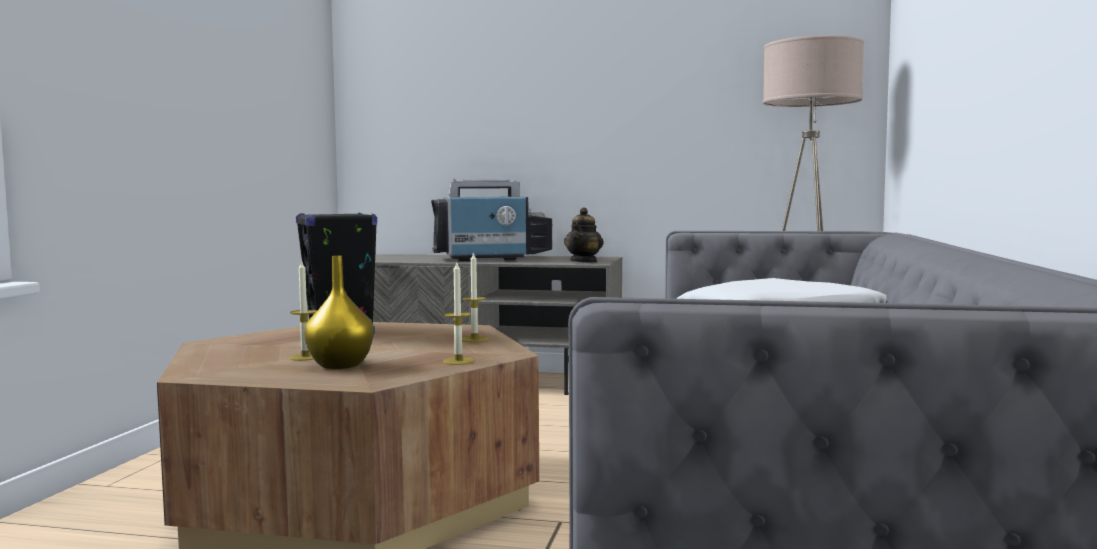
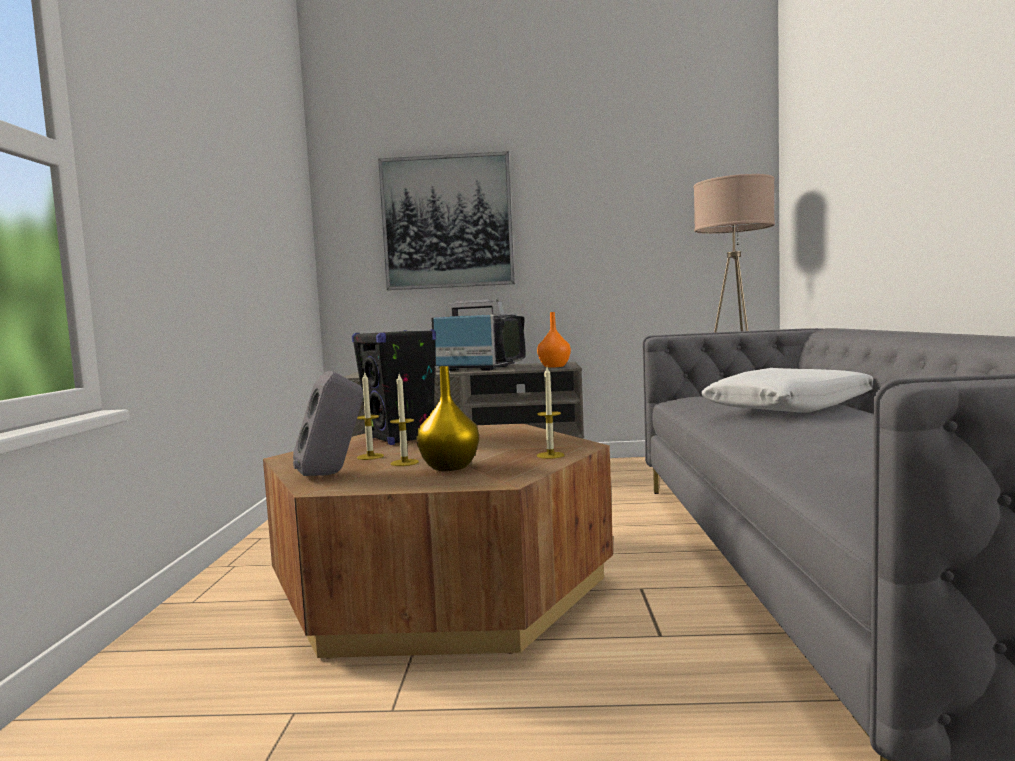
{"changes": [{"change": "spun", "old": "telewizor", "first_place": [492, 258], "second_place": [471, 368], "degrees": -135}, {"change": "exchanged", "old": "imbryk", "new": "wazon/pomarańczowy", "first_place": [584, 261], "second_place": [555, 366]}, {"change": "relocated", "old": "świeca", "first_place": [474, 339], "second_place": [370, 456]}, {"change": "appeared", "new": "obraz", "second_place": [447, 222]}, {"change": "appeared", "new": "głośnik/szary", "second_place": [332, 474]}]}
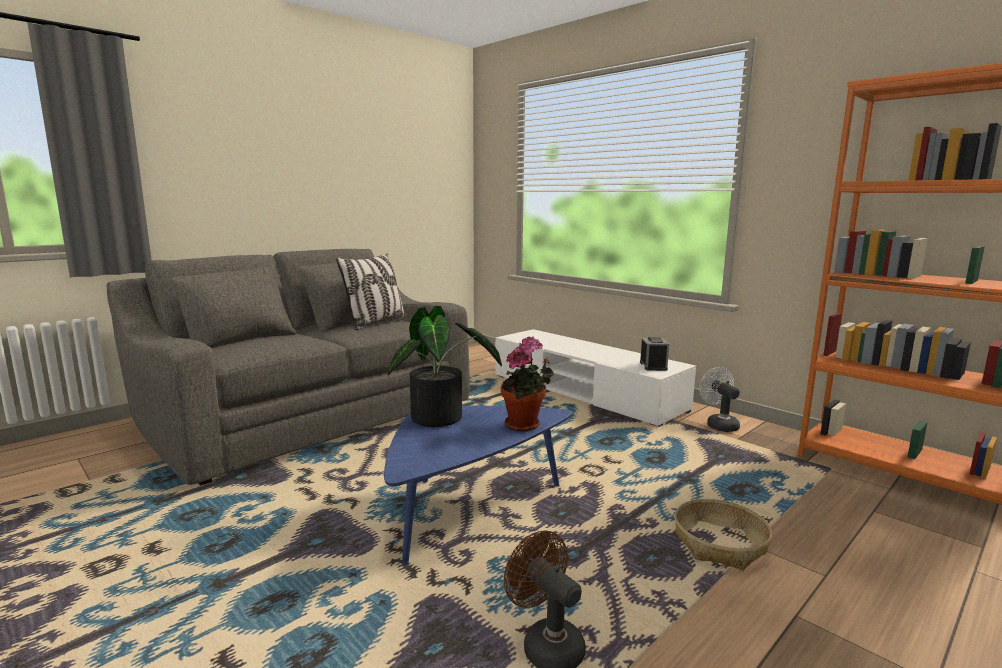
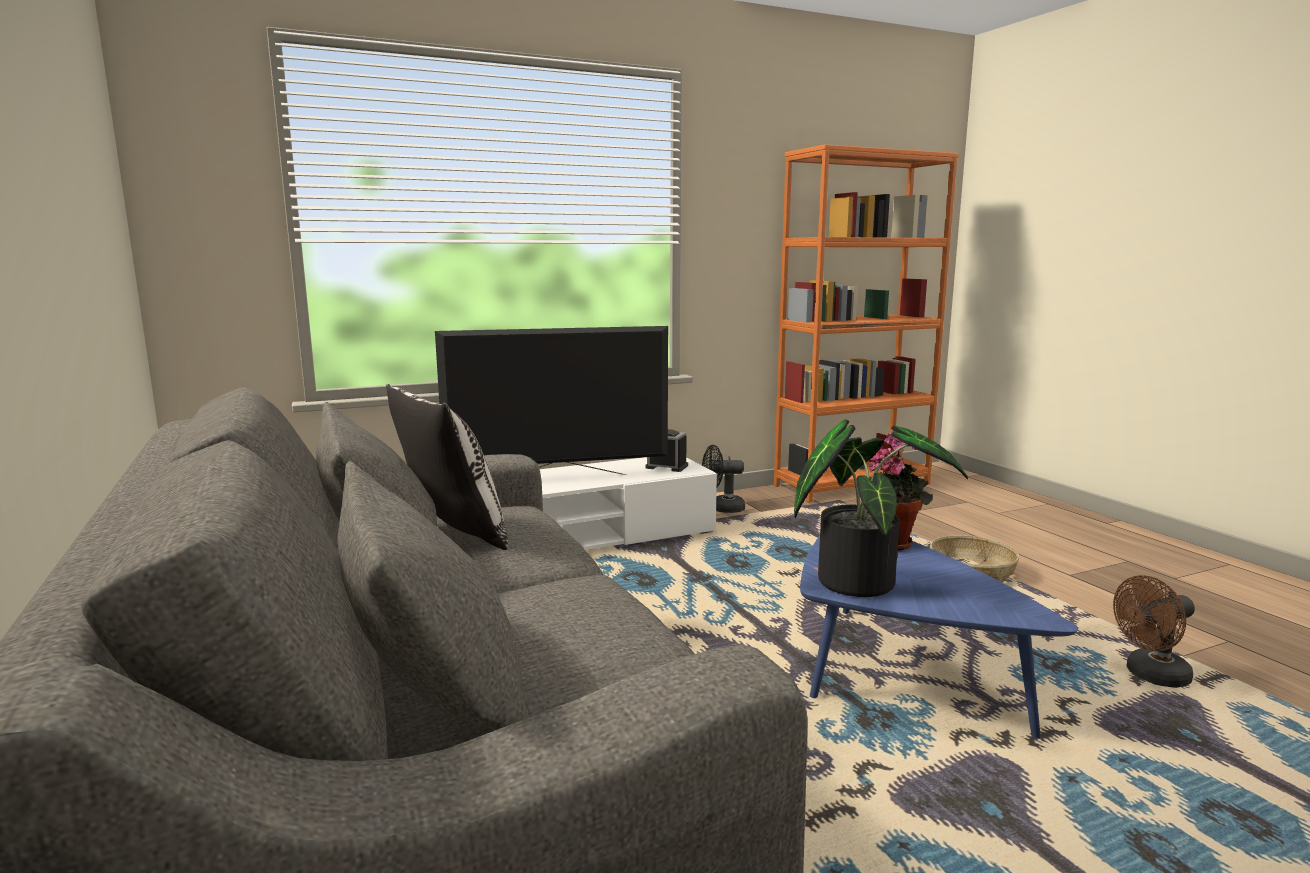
{"changes": [{"change": "colour", "old": "wentylator/biały", "new": "wentylator/czarny", "first_place": [719, 424], "second_place": [722, 508]}, {"change": "appeared", "new": "telewizor", "second_place": [559, 478]}]}
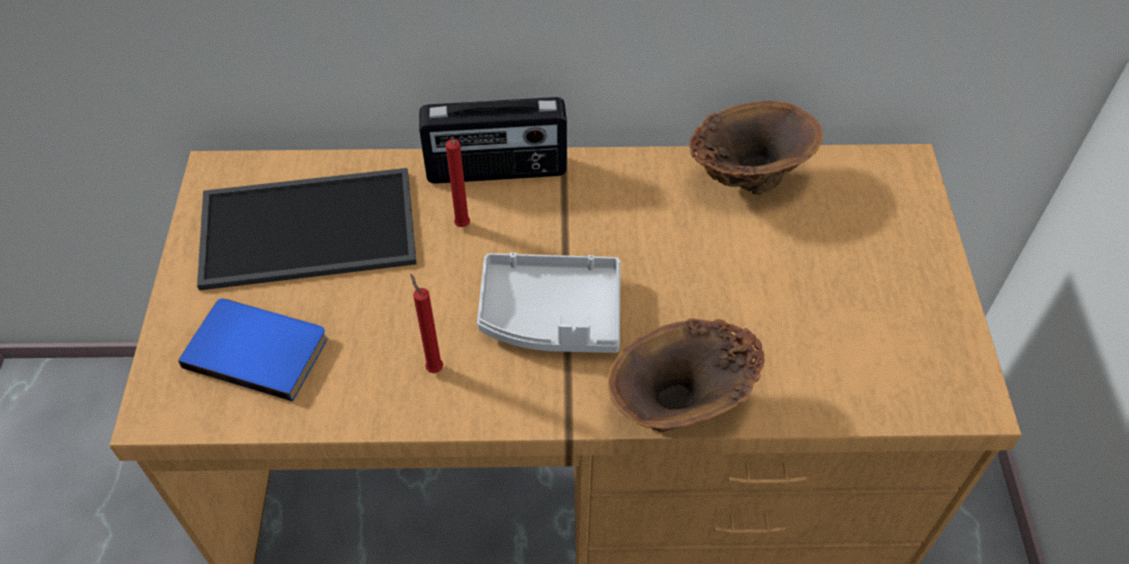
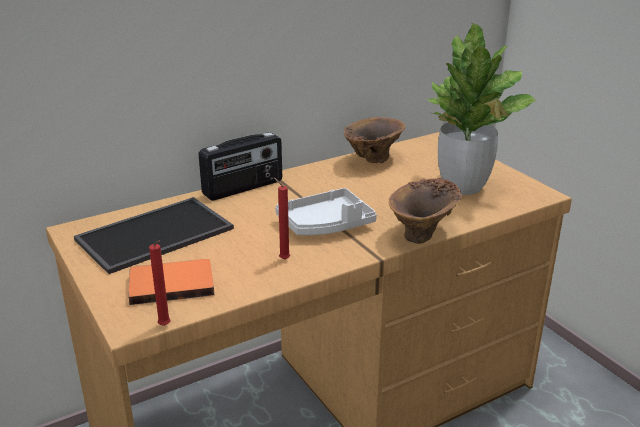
{"changes": [{"change": "relocated", "old": "świeca/czerwony", "first_place": [462, 227], "second_place": [165, 326]}, {"change": "colour", "old": "książka/niebieski", "new": "książka/pomarańczowy", "first_place": [258, 348], "second_place": [171, 283]}, {"change": "appeared", "new": "roślina doniczkowa", "second_place": [463, 187]}]}
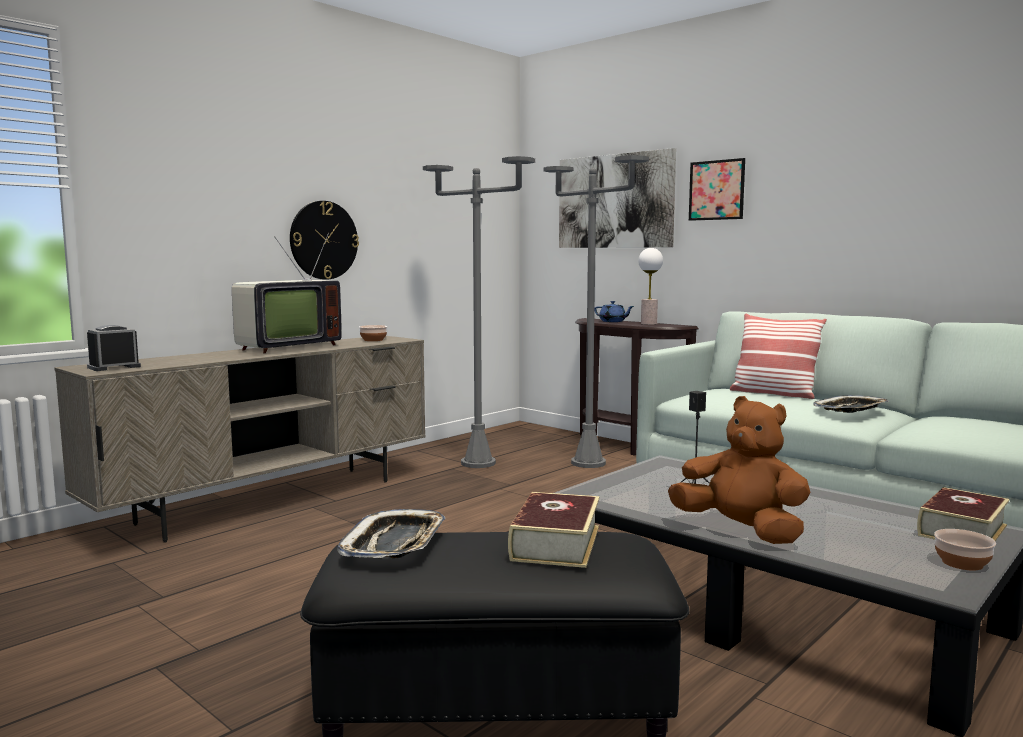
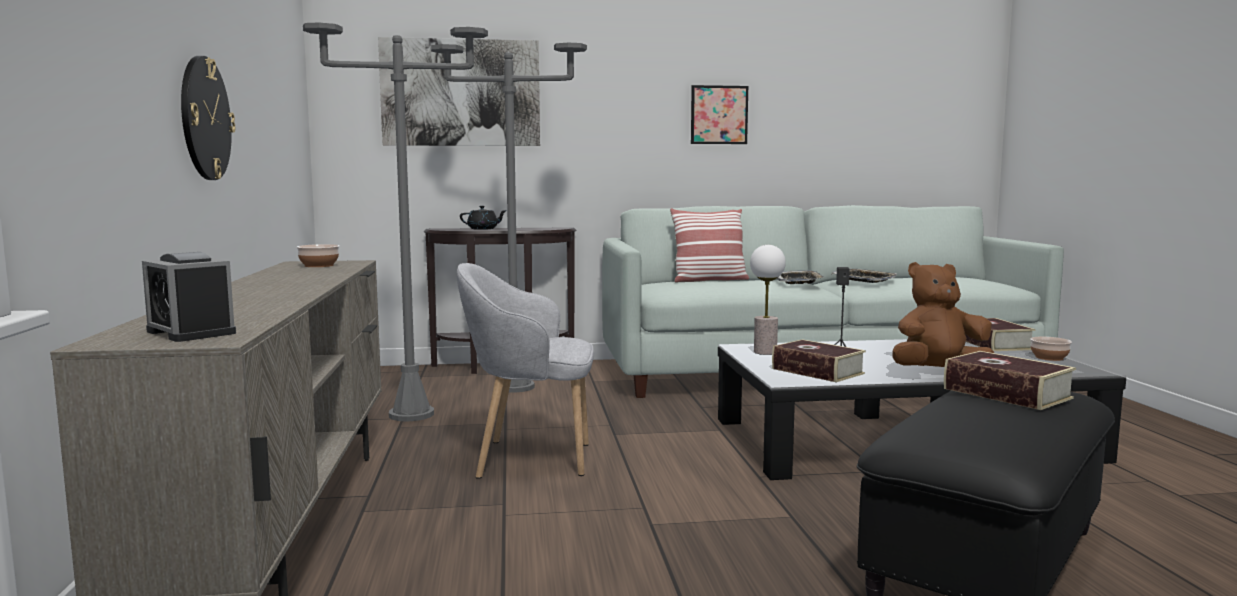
{"changes": [{"change": "relocated", "old": "obraz", "first_place": [716, 190], "second_place": [719, 115]}, {"change": "missing", "old": "telewizor", "first_place": [285, 347]}, {"change": "relocated", "old": "lampa stołowa", "first_place": [649, 324], "second_place": [765, 352]}, {"change": "colour", "old": "imbryk/niebieski", "new": "imbryk/czarny", "first_place": [613, 321], "second_place": [483, 229]}, {"change": "spun", "old": "budzik", "first_place": [114, 367], "second_place": [191, 332], "degrees": -45}, {"change": "relocated", "old": "taca", "first_place": [395, 543], "second_place": [864, 280]}, {"change": "appeared", "new": "fotel/szary", "second_place": [529, 459]}, {"change": "appeared", "new": "książka", "second_place": [817, 371]}]}
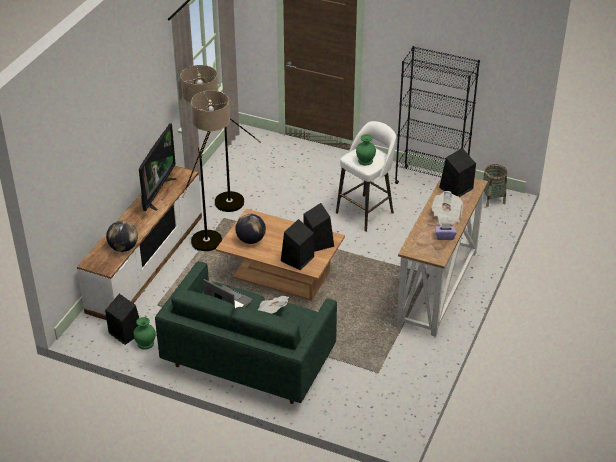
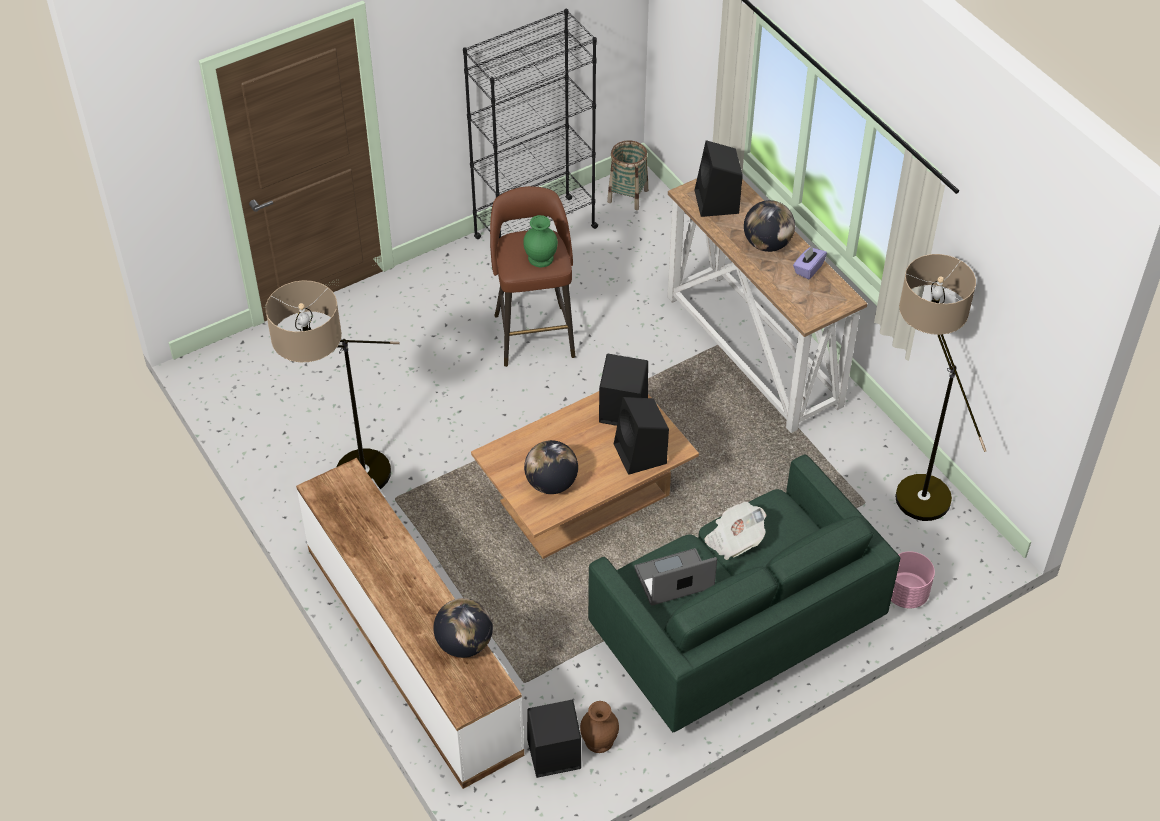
{"changes": [{"change": "relocated", "old": "lampa stojąca", "first_place": [213, 234], "second_place": [910, 483]}, {"change": "colour", "old": "stołek/biały", "new": "stołek/brązowy", "first_place": [366, 212], "second_place": [534, 333]}, {"change": "missing", "old": "telewizor", "first_place": [157, 192]}, {"change": "exchanged", "old": "gazeta", "new": "globus", "first_place": [446, 216], "second_place": [767, 244]}, {"change": "colour", "old": "wazon/zielony", "new": "wazon/brązowy", "first_place": [145, 343], "second_place": [598, 740]}, {"change": "appeared", "new": "donica/różowy", "second_place": [906, 594]}]}
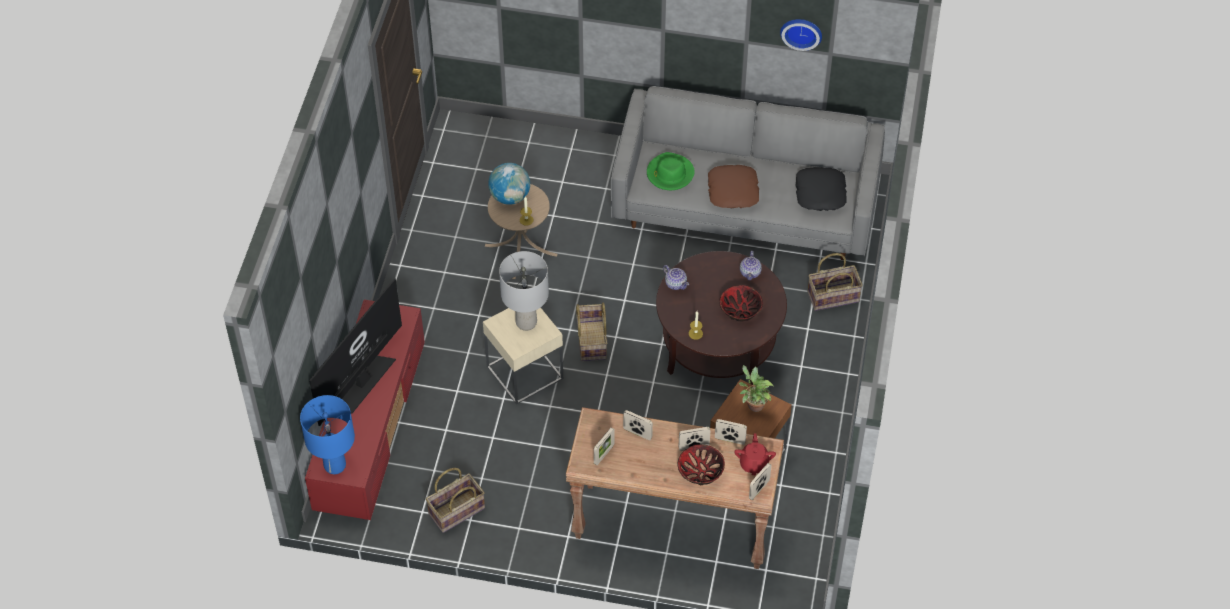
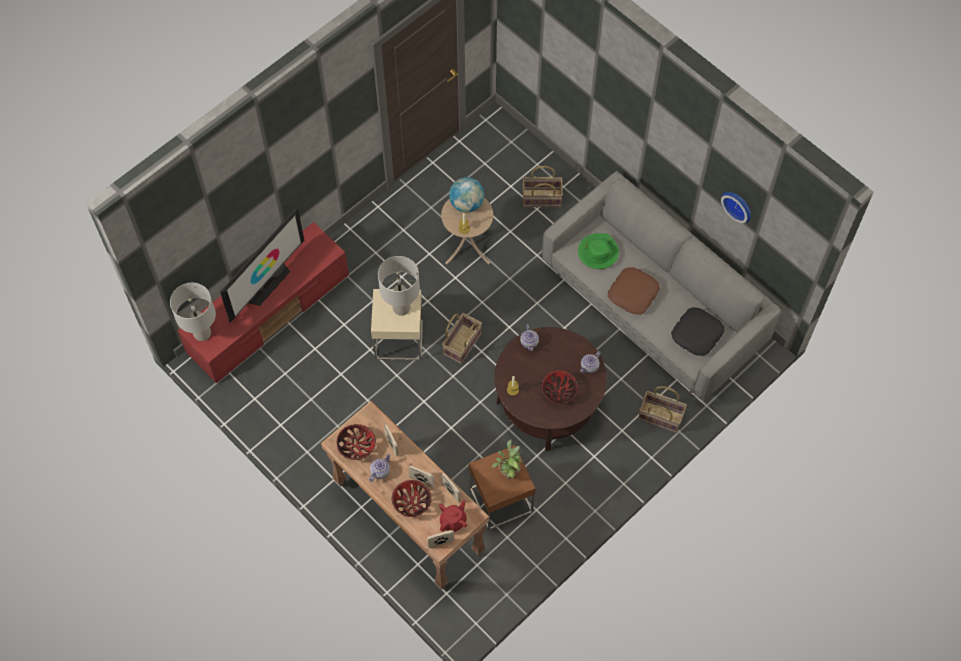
{"changes": [{"change": "spun", "old": "telewizor", "first_place": [363, 381], "second_place": [267, 283], "degrees": 150}, {"change": "colour", "old": "lampa stołowa/niebieski", "new": "lampa stołowa/szary", "first_place": [335, 465], "second_place": [202, 333]}, {"change": "exchanged", "old": "ramka na zdjęcie", "new": "miska", "first_place": [604, 454], "second_place": [357, 446]}, {"change": "relocated", "old": "koszyk", "first_place": [457, 512], "second_place": [541, 199]}, {"change": "appeared", "new": "imbryk", "second_place": [380, 471]}]}
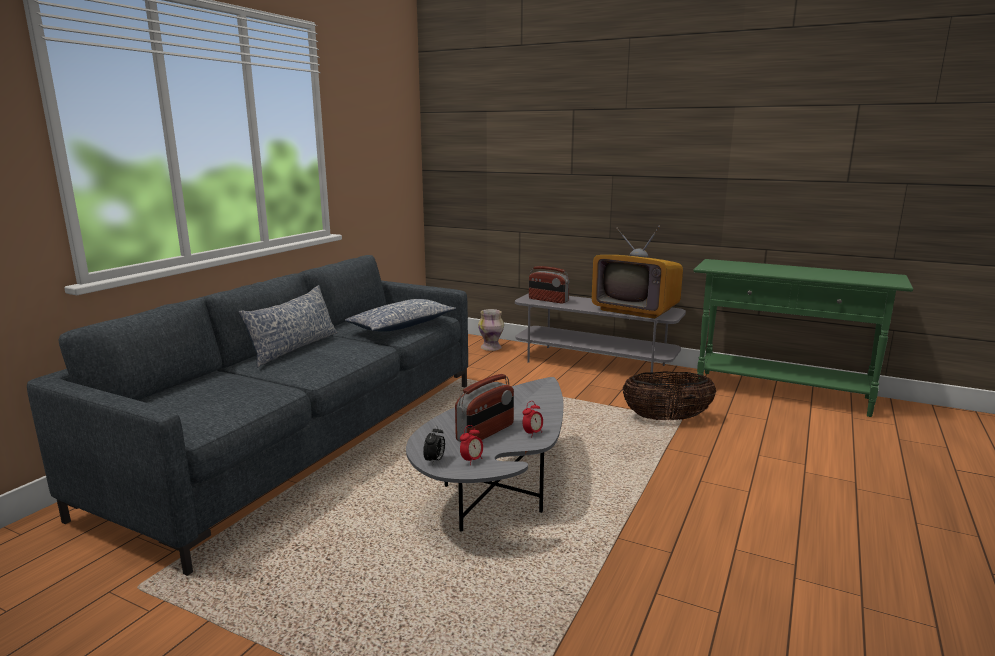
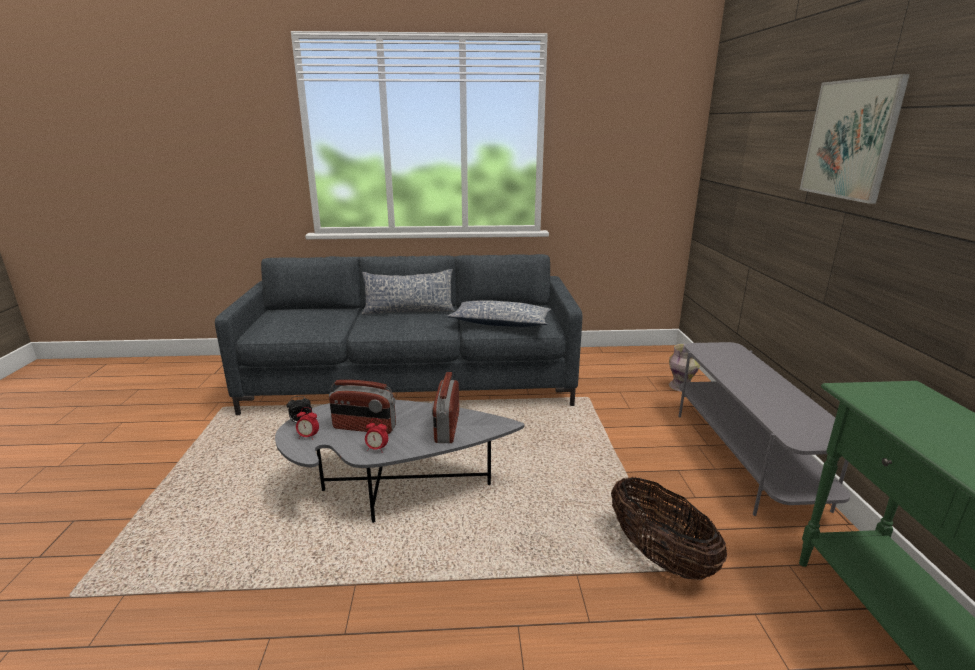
{"changes": [{"change": "missing", "old": "telewizor", "first_place": [635, 309]}, {"change": "relocated", "old": "radio", "first_place": [548, 300], "second_place": [446, 427]}, {"change": "appeared", "new": "obraz", "second_place": [850, 139]}]}
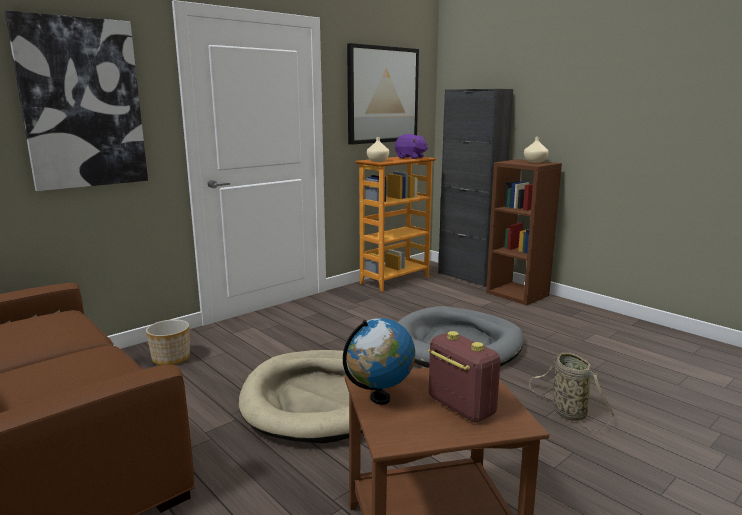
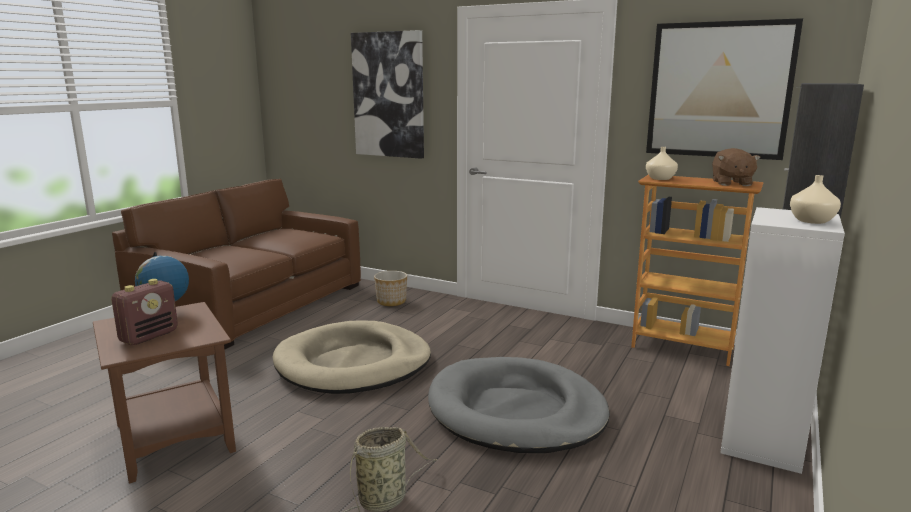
{"changes": [{"change": "colour", "old": "pluszak/fioletowy", "new": "pluszak/brązowy", "first_place": [410, 158], "second_place": [731, 183]}, {"change": "colour", "old": "regał/brązowy", "new": "regał/biały", "first_place": [518, 294], "second_place": [763, 442]}]}
